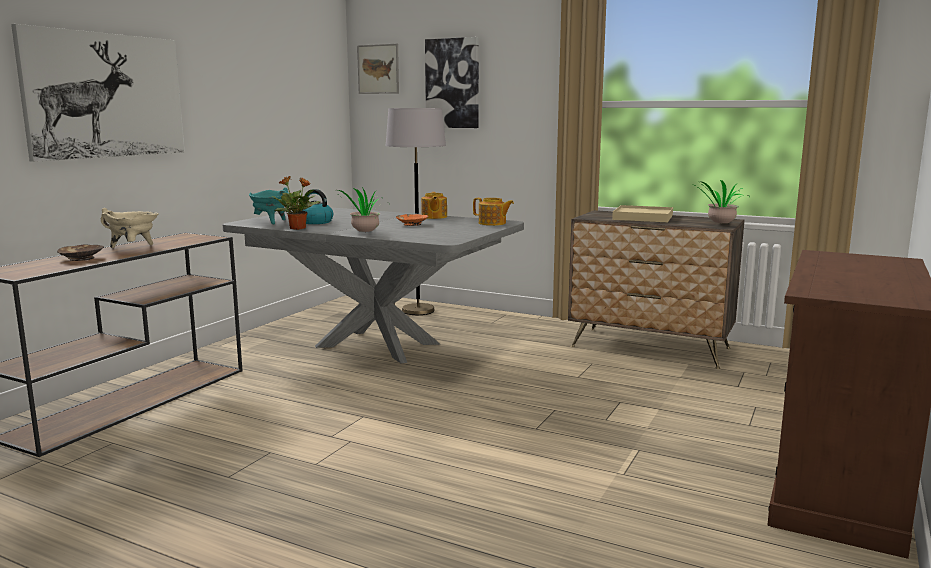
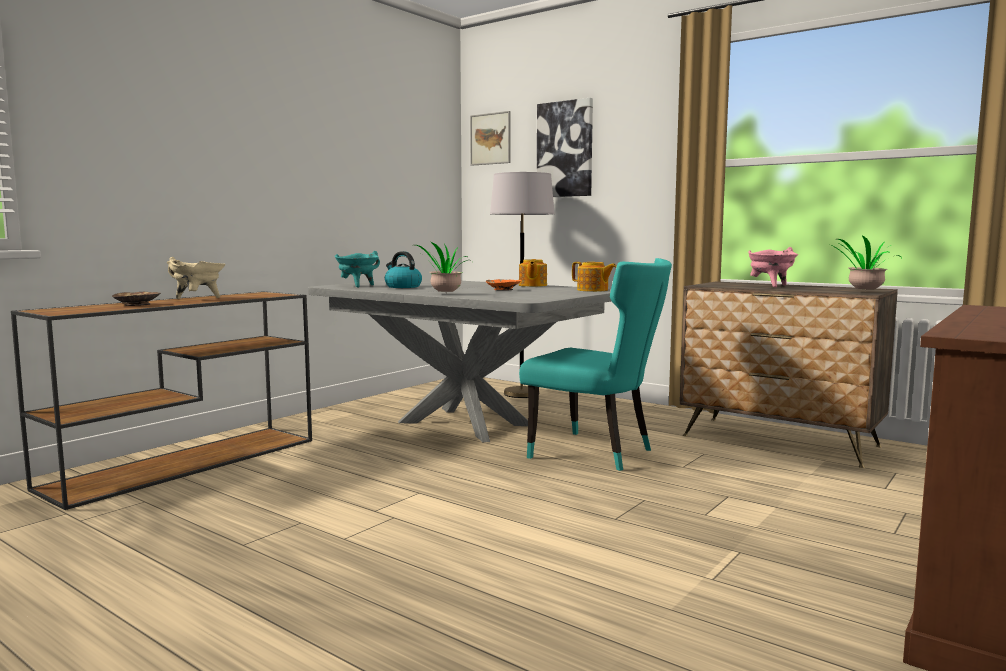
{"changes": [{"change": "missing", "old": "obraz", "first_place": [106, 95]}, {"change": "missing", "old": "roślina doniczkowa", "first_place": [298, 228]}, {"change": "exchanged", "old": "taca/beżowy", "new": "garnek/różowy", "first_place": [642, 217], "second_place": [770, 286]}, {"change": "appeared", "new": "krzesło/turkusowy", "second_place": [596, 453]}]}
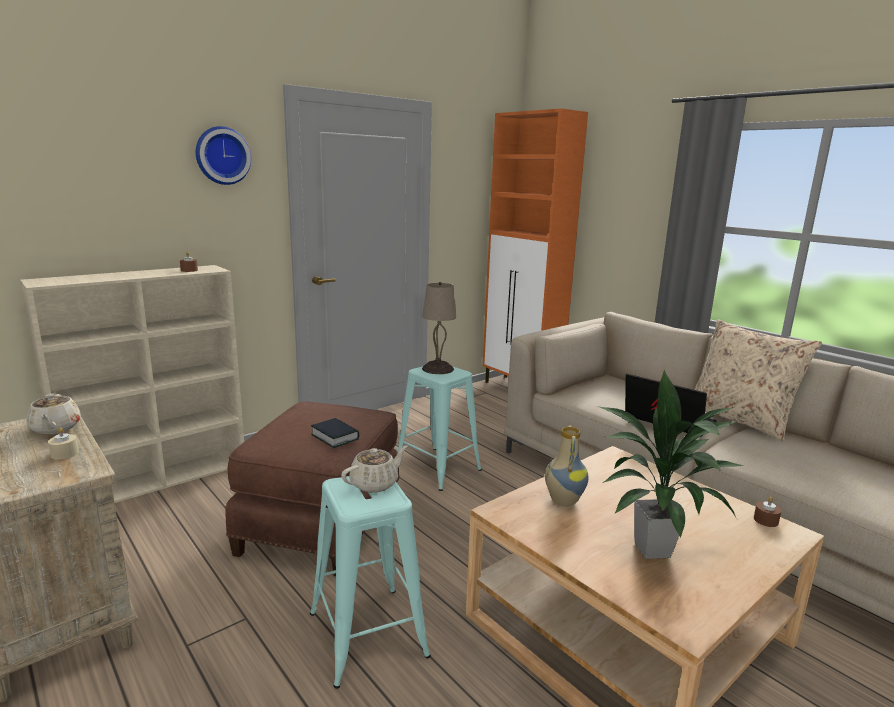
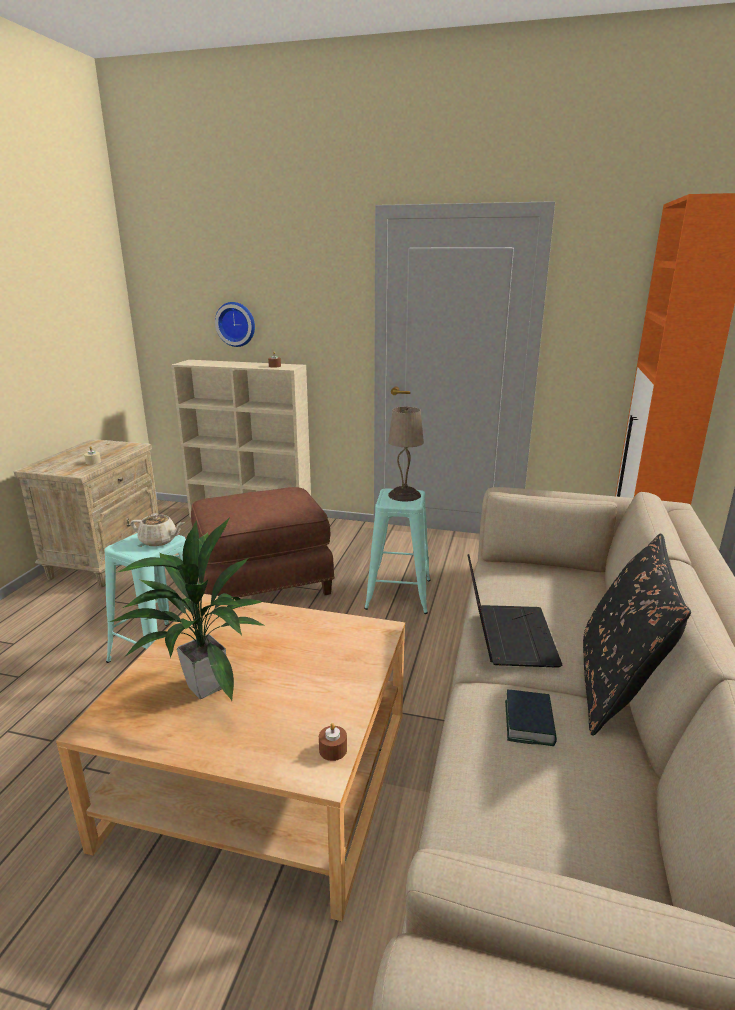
{"changes": [{"change": "relocated", "old": "zegar ścienny", "first_place": [222, 155], "second_place": [236, 324]}, {"change": "colour", "old": "poduszka/beżowy", "new": "poduszka/czarny", "first_place": [740, 419], "second_place": [616, 688]}, {"change": "missing", "old": "imbryk/beżowy", "first_place": [55, 428]}, {"change": "relocated", "old": "książka", "first_place": [335, 437], "second_place": [529, 723]}, {"change": "missing", "old": "wazon", "first_place": [562, 501]}]}
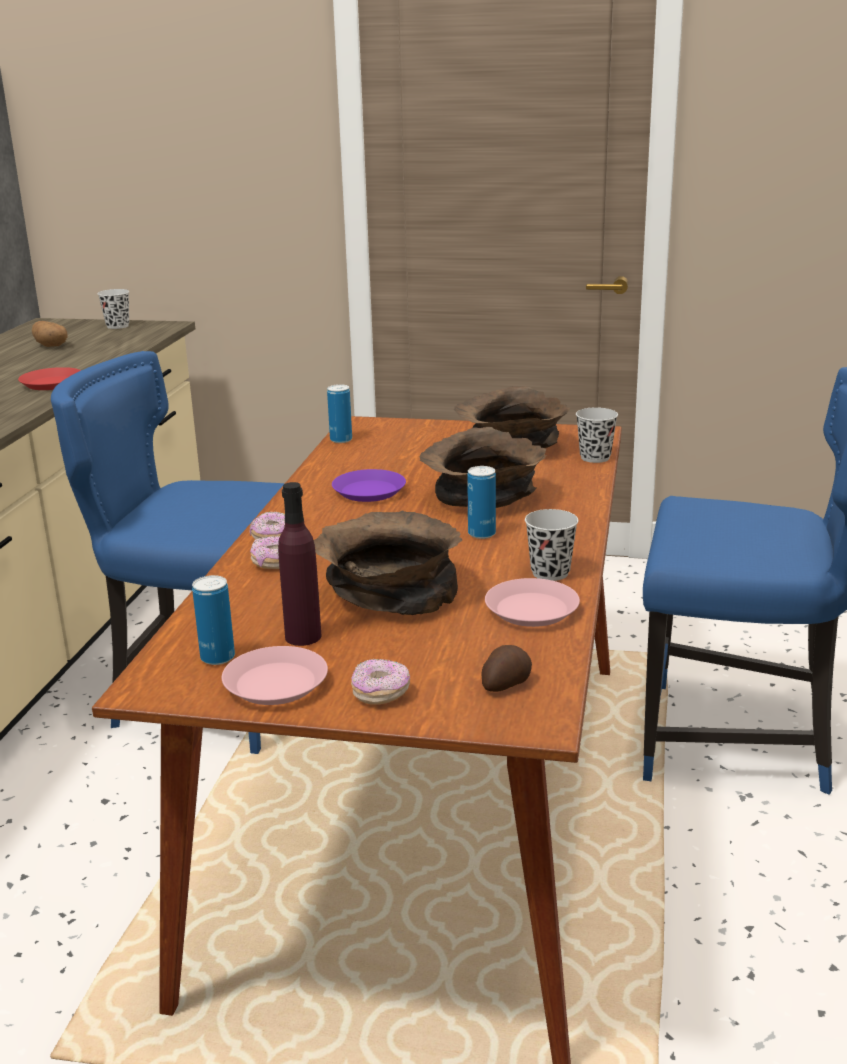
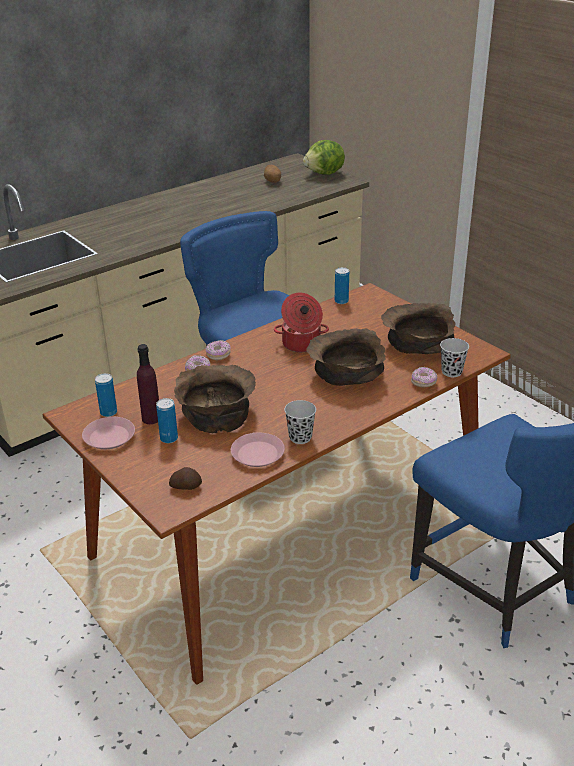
{"changes": [{"change": "exchanged", "old": "filiżanka/czarny", "new": "sałata", "first_place": [117, 326], "second_place": [325, 174]}, {"change": "missing", "old": "talerz/czerwony", "first_place": [51, 383]}, {"change": "relocated", "old": "puszka", "first_place": [481, 534], "second_place": [169, 438]}, {"change": "exchanged", "old": "talerz/fioletowy", "new": "garnek", "first_place": [369, 491], "second_place": [301, 344]}, {"change": "relocated", "old": "donut", "first_place": [381, 693], "second_place": [423, 383]}]}
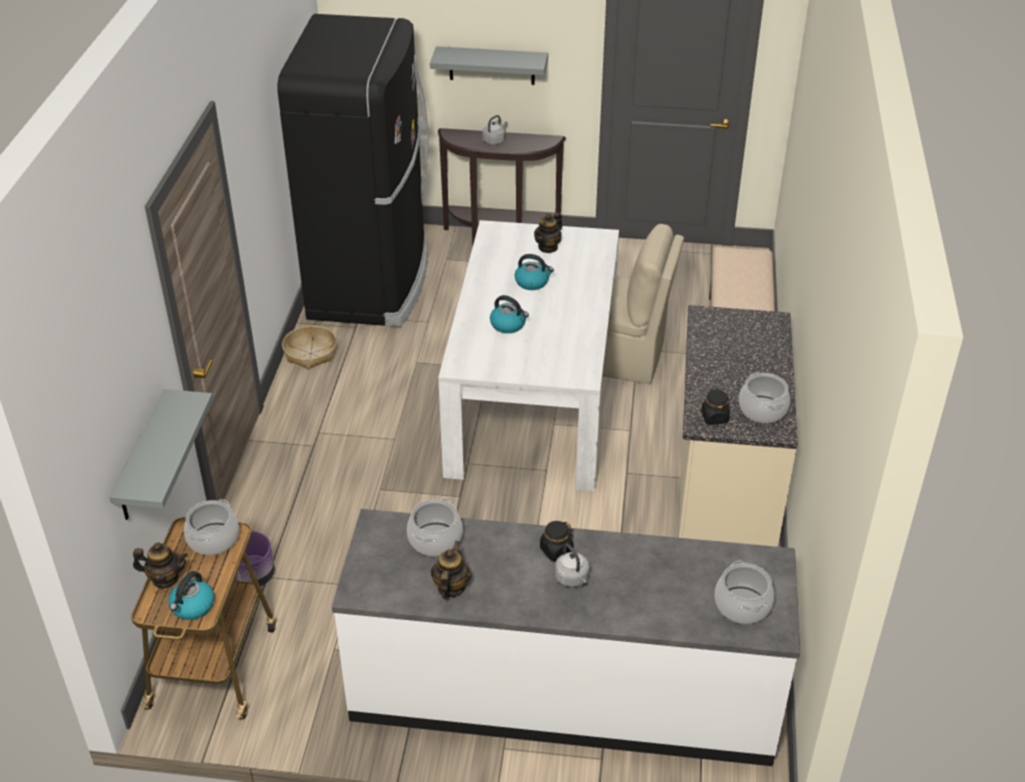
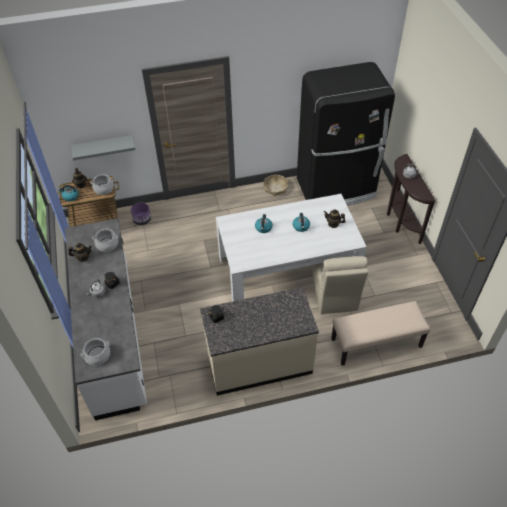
{"changes": [{"change": "missing", "old": "półka/szary", "first_place": [492, 65]}, {"change": "missing", "old": "garnek", "first_place": [763, 410]}]}
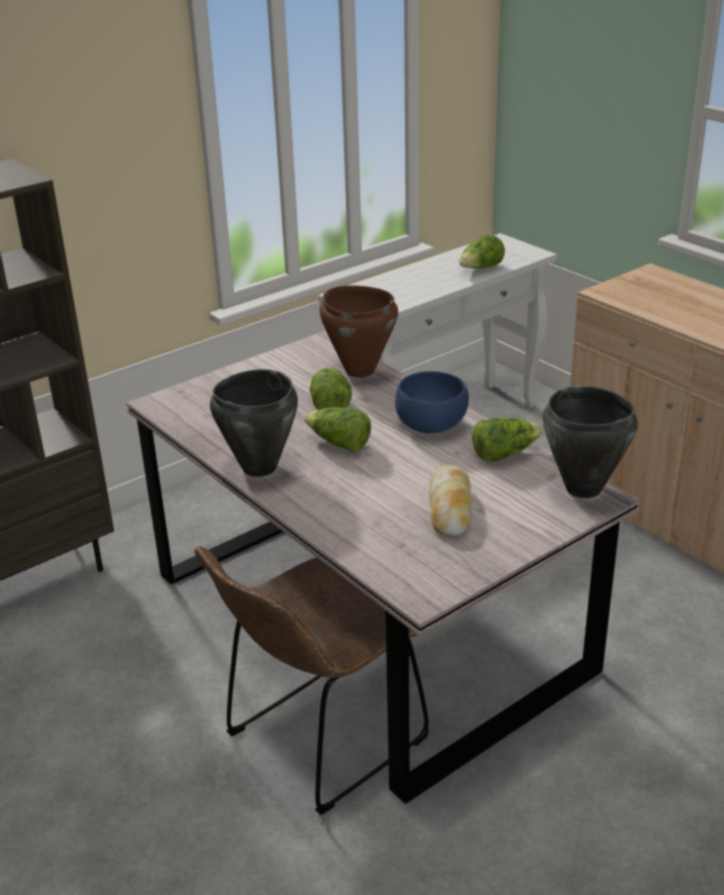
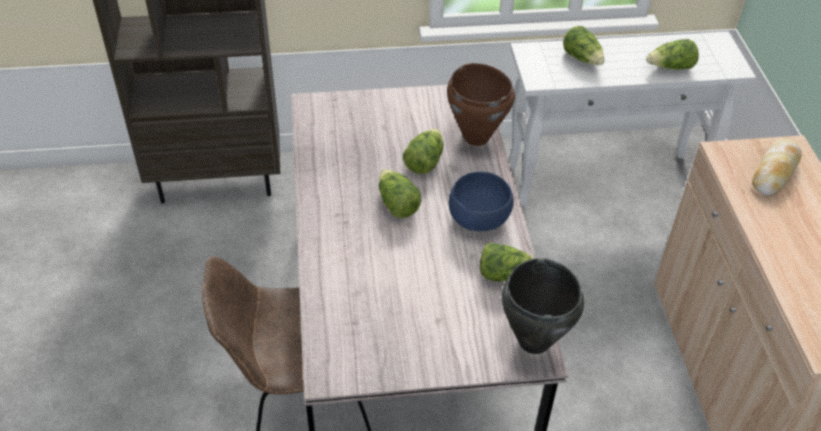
{"changes": [{"change": "missing", "old": "garnek/czarny", "first_place": [258, 468]}, {"change": "relocated", "old": "chleb", "first_place": [450, 508], "second_place": [774, 172]}, {"change": "appeared", "new": "sałata", "second_place": [582, 58]}]}
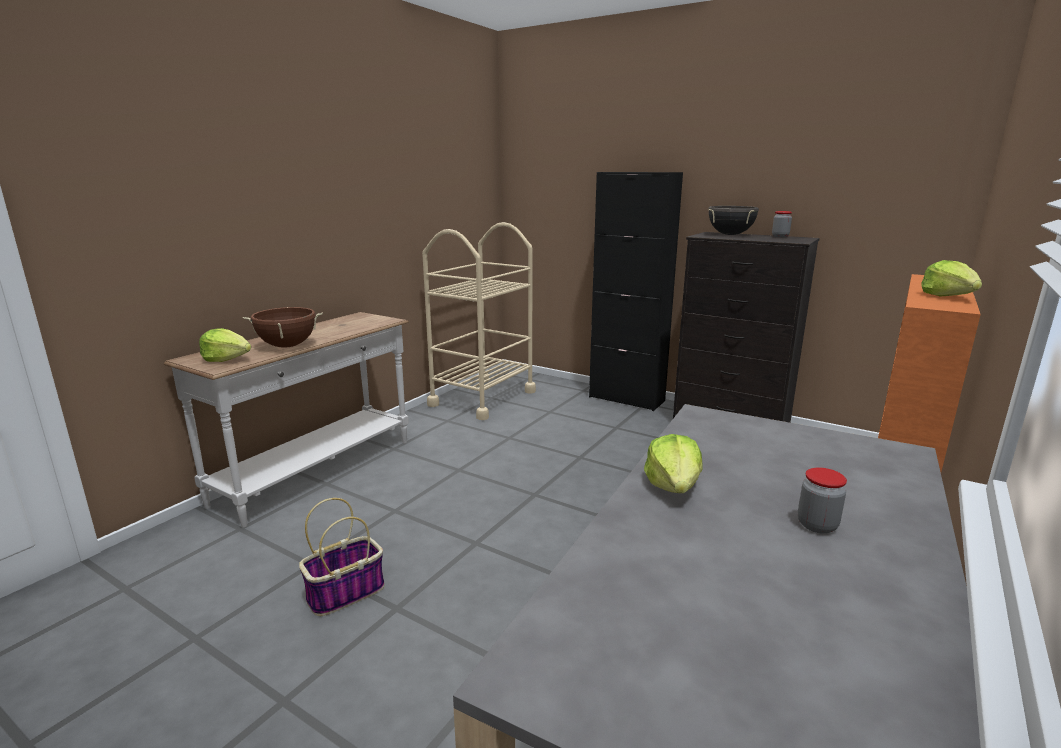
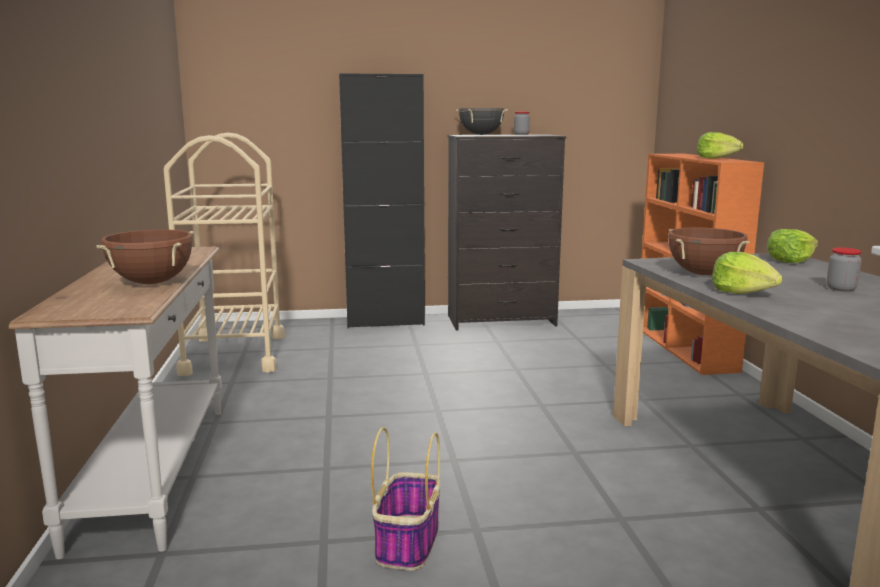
{"changes": [{"change": "relocated", "old": "sałata", "first_place": [227, 359], "second_place": [790, 261]}, {"change": "appeared", "new": "garnek/brązowy", "second_place": [704, 274]}]}
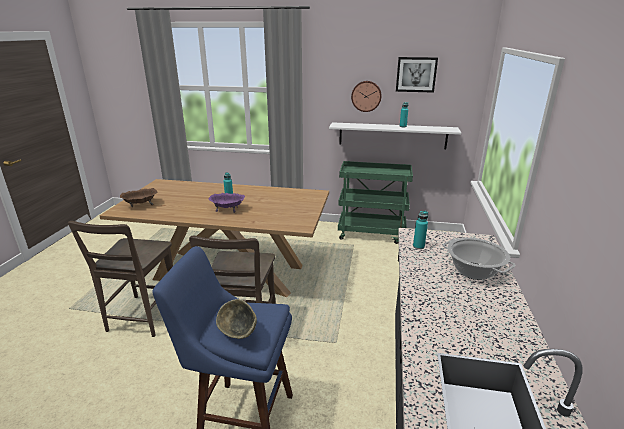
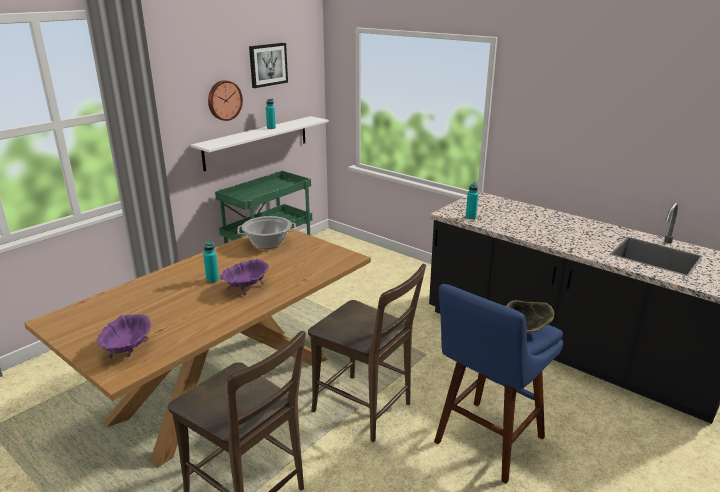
{"changes": [{"change": "colour", "old": "miska/brązowy", "new": "miska/fioletowy", "first_place": [140, 205], "second_place": [128, 349]}, {"change": "relocated", "old": "garnek", "first_place": [473, 271], "second_place": [267, 243]}]}
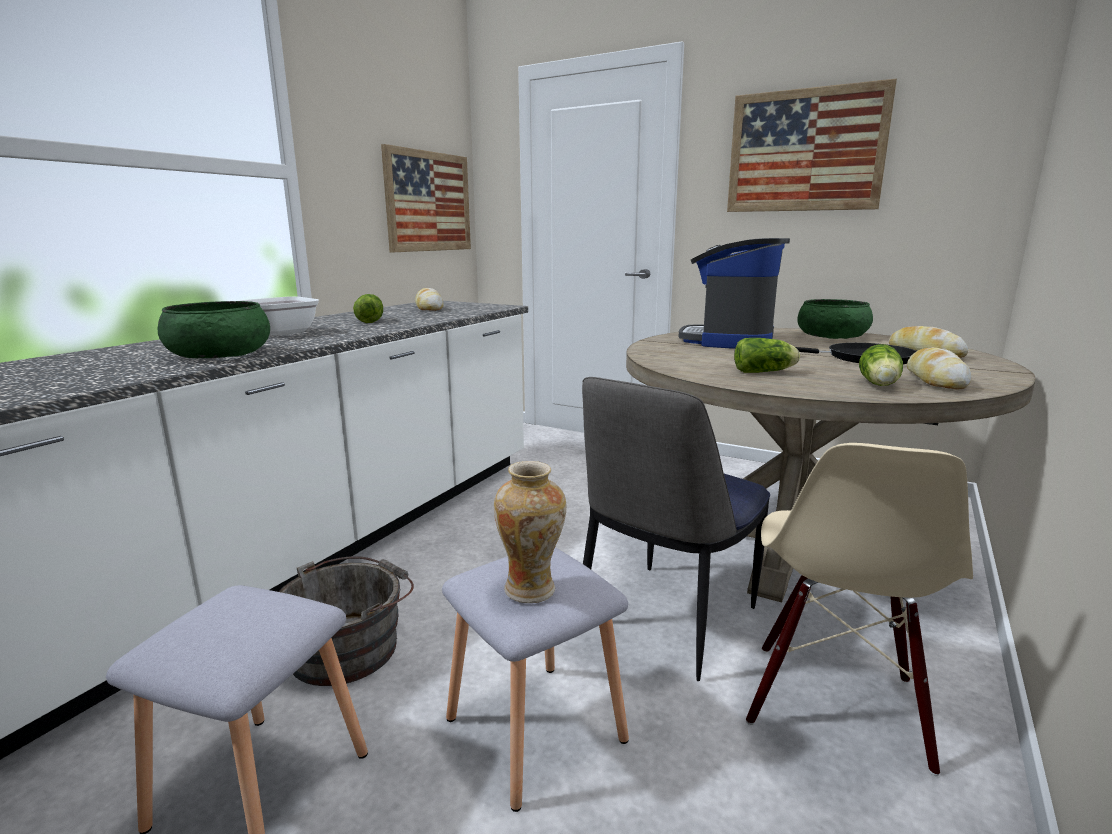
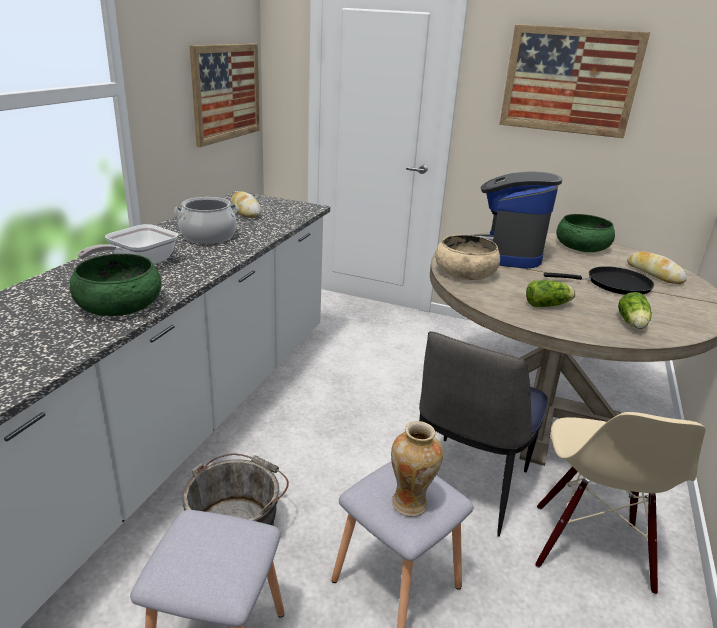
{"changes": [{"change": "exchanged", "old": "sałata", "new": "garnek", "first_place": [370, 320], "second_place": [208, 236]}, {"change": "missing", "old": "chleb", "first_place": [934, 380]}, {"change": "appeared", "new": "miska/beżowy", "second_place": [465, 272]}]}
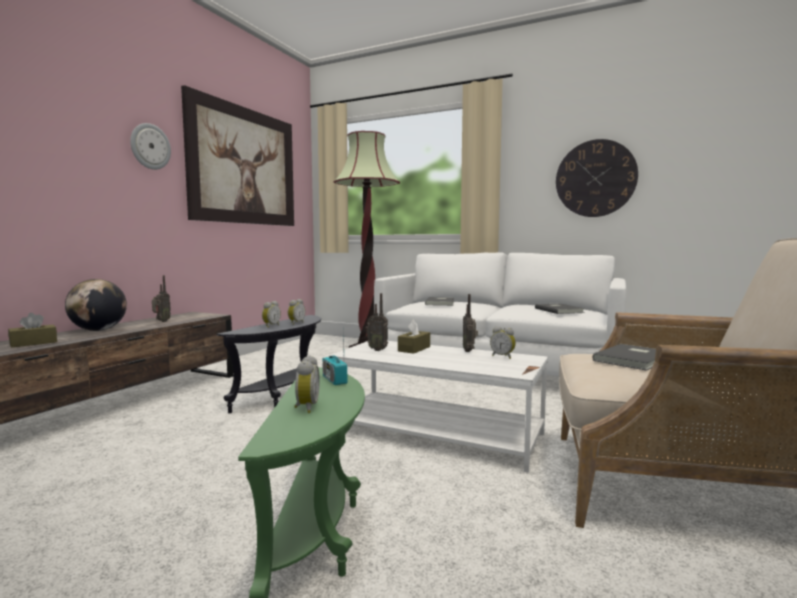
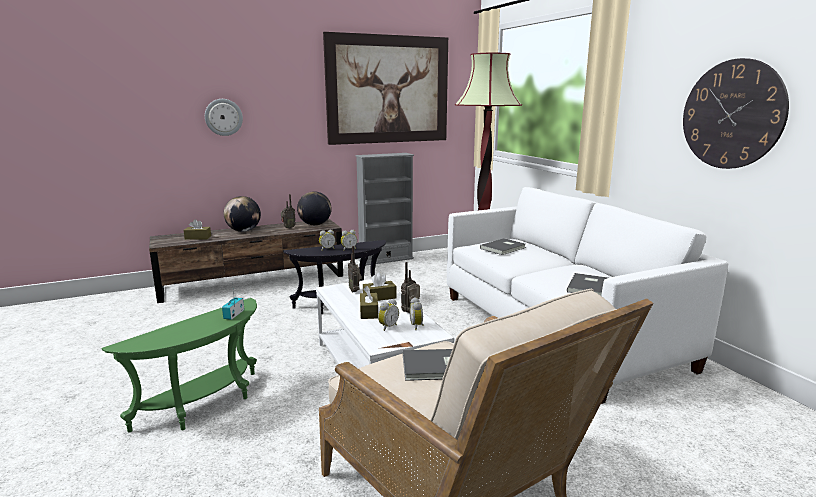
{"changes": [{"change": "relocated", "old": "zegar ścienny", "first_place": [150, 146], "second_place": [223, 117]}, {"change": "relocated", "old": "budzik", "first_place": [305, 407], "second_place": [387, 327]}, {"change": "appeared", "new": "regał/szary", "second_place": [386, 259]}, {"change": "appeared", "new": "globus", "second_place": [315, 224]}, {"change": "appeared", "new": "pudełko chusteczek/brązowy", "second_place": [369, 312]}]}
